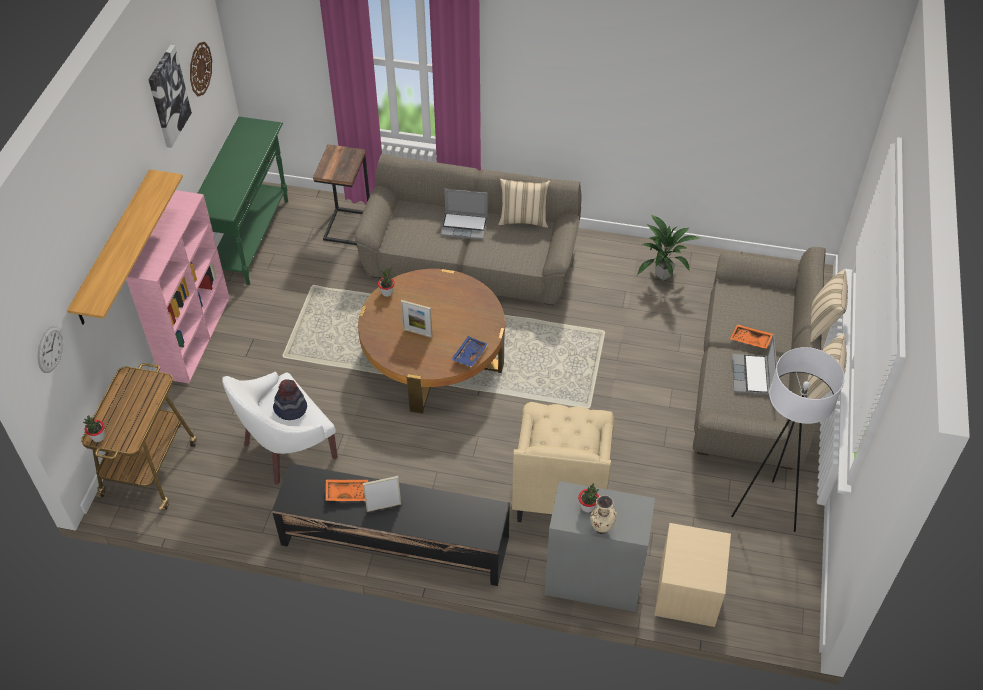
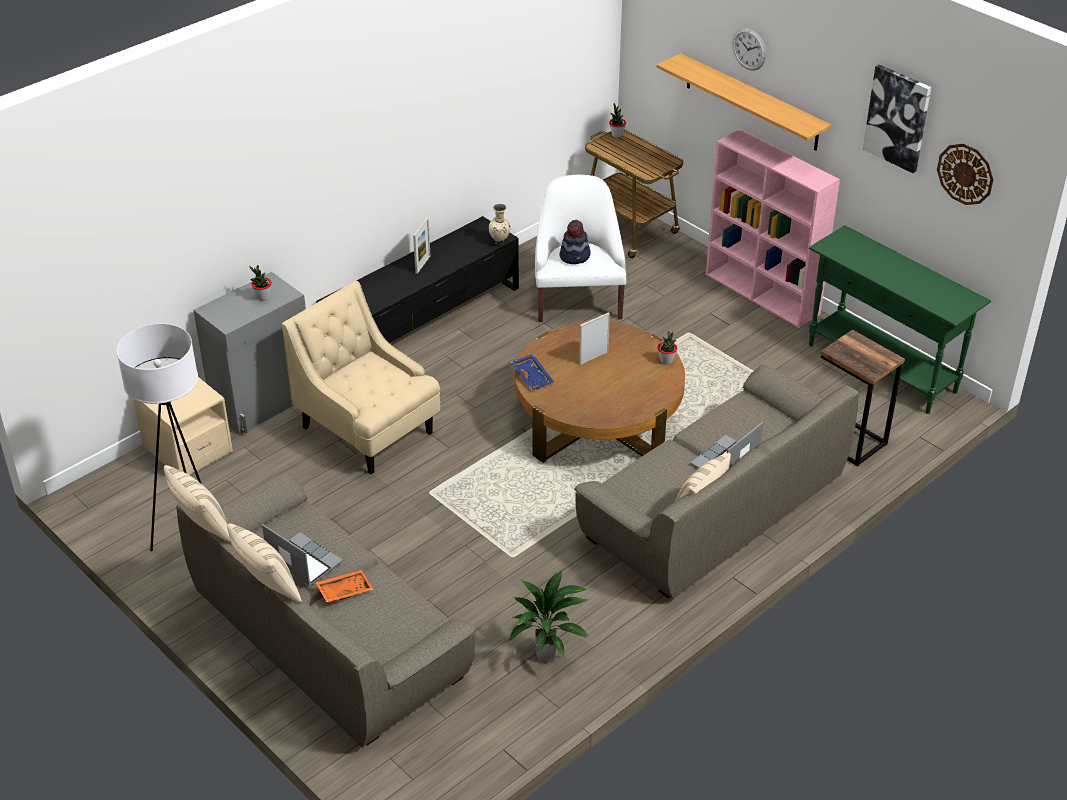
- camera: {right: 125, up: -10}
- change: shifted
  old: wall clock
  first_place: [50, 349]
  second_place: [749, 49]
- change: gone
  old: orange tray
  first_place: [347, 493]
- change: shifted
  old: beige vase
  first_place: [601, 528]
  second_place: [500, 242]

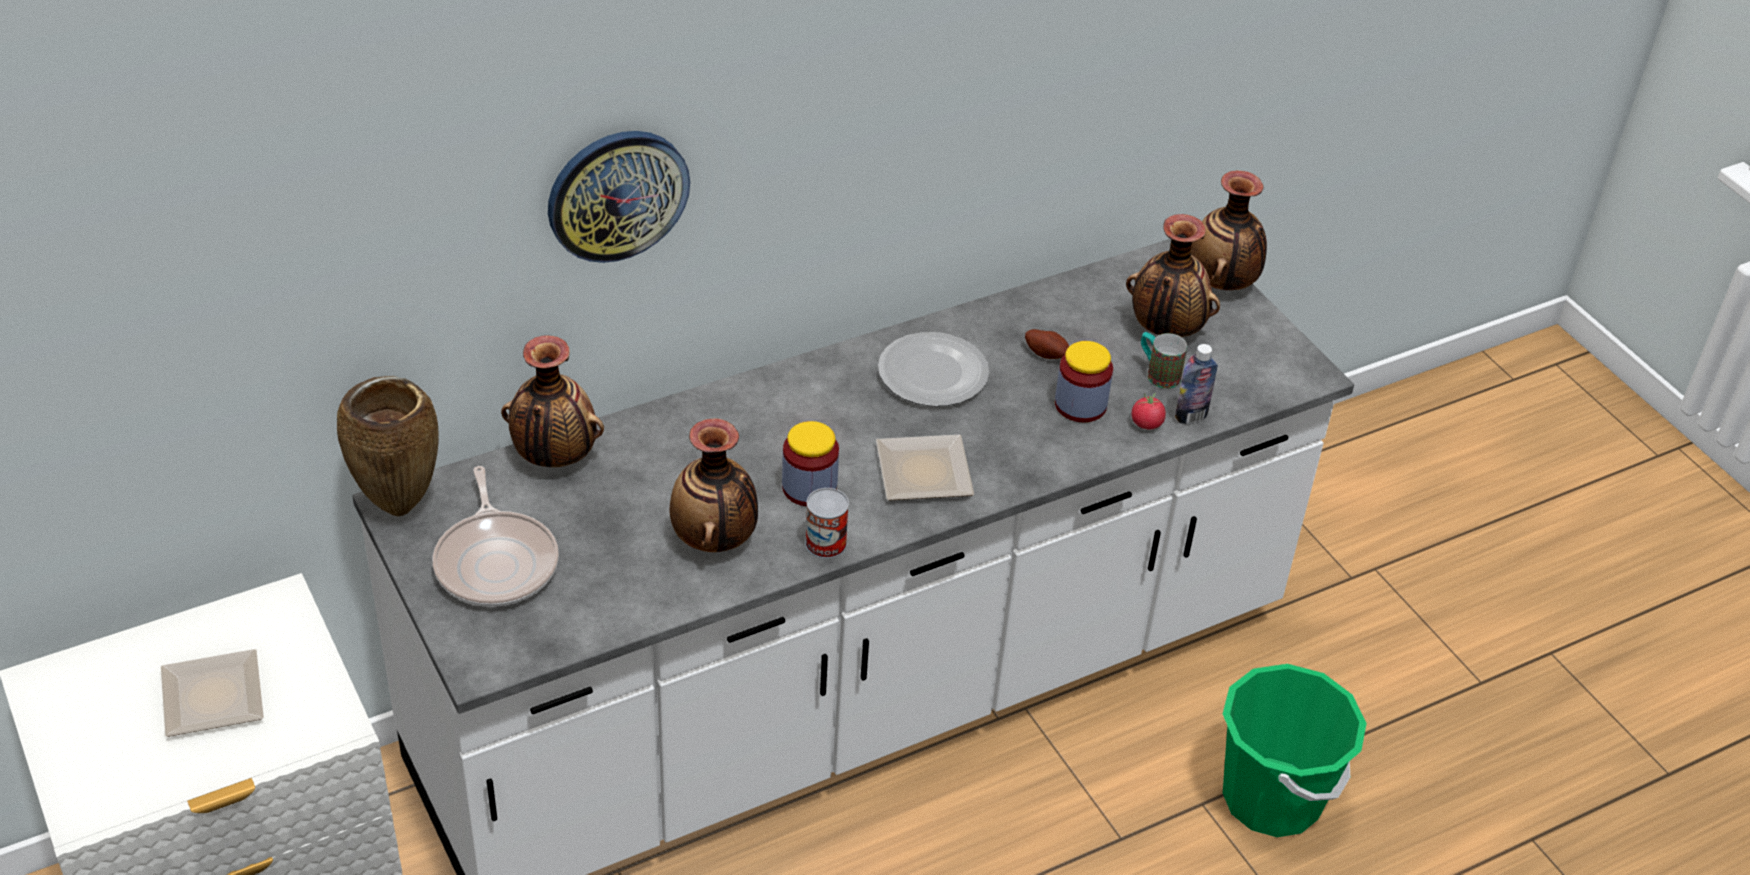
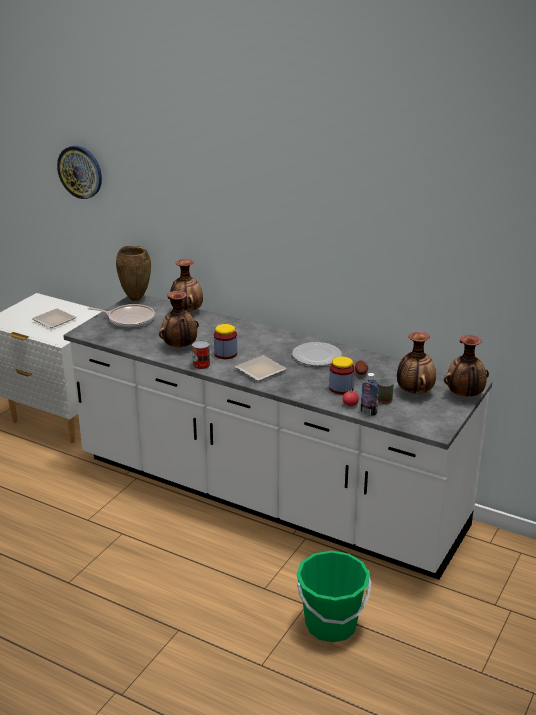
- camera: {right: 60, up: -15}
- change: shifted
  old: wall clock
  first_place: [617, 194]
  second_place: [80, 172]
- change: rotated
  old: frying pan
  first_place: [496, 562]
  second_place: [129, 319]
  degrees: -120

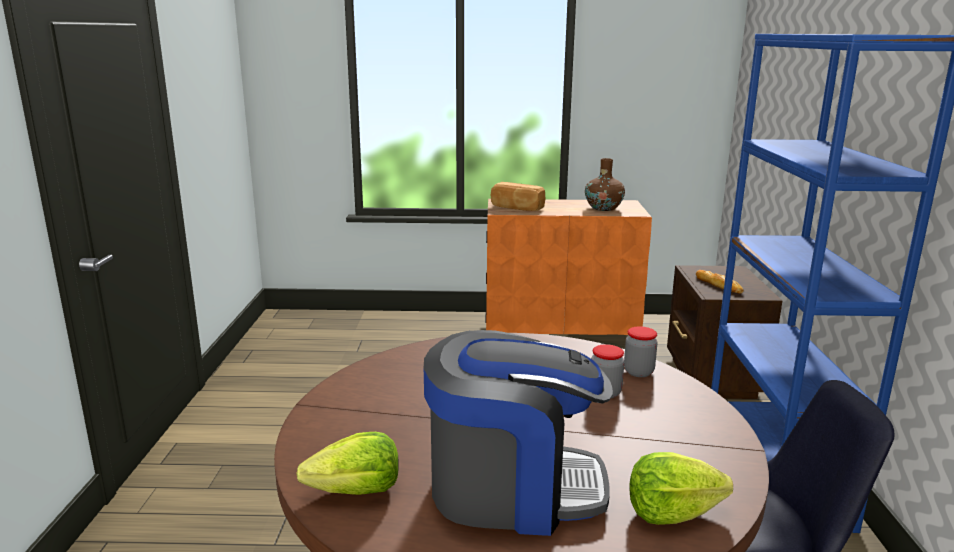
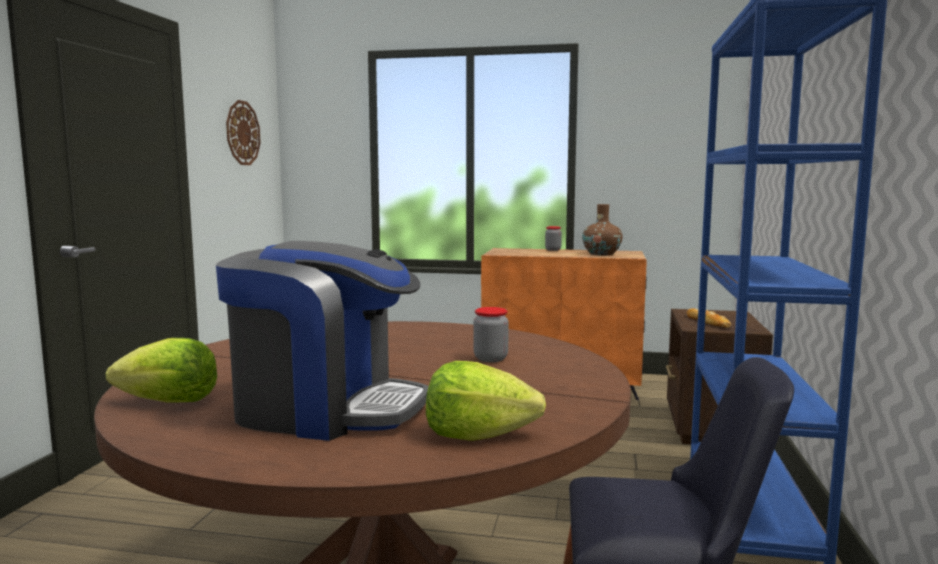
- camera: {right: 10, up: -10}
- change: gone
  old: bread
  first_place: [517, 208]
- change: shifted
  old: jar
  first_place: [638, 372]
  second_place: [553, 250]
- change: new
  new: wall clock
  second_place: [242, 133]

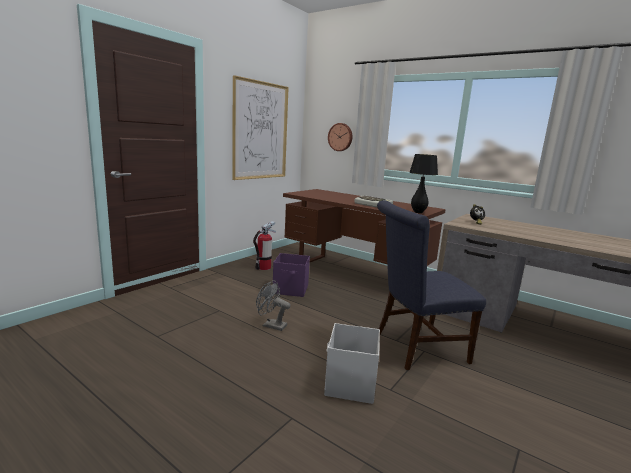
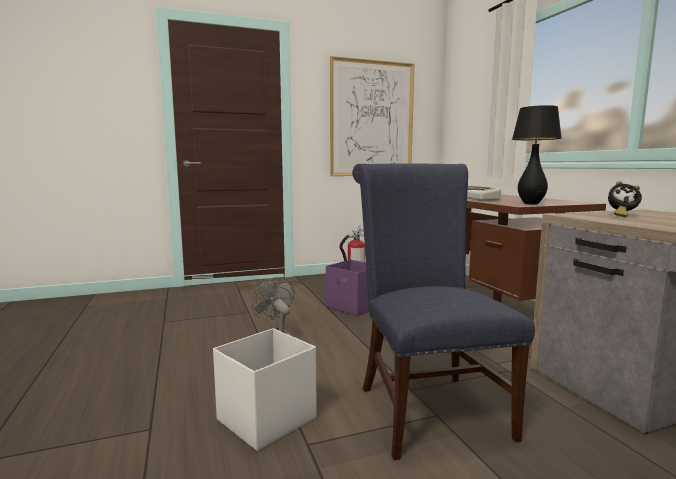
- camera: {right: 35, up: -5}
- change: gone
  old: wall clock
  first_place: [340, 137]
- change: rotated
  old: blue chair
  first_place: [415, 347]
  second_place: [427, 407]
  degrees: 60

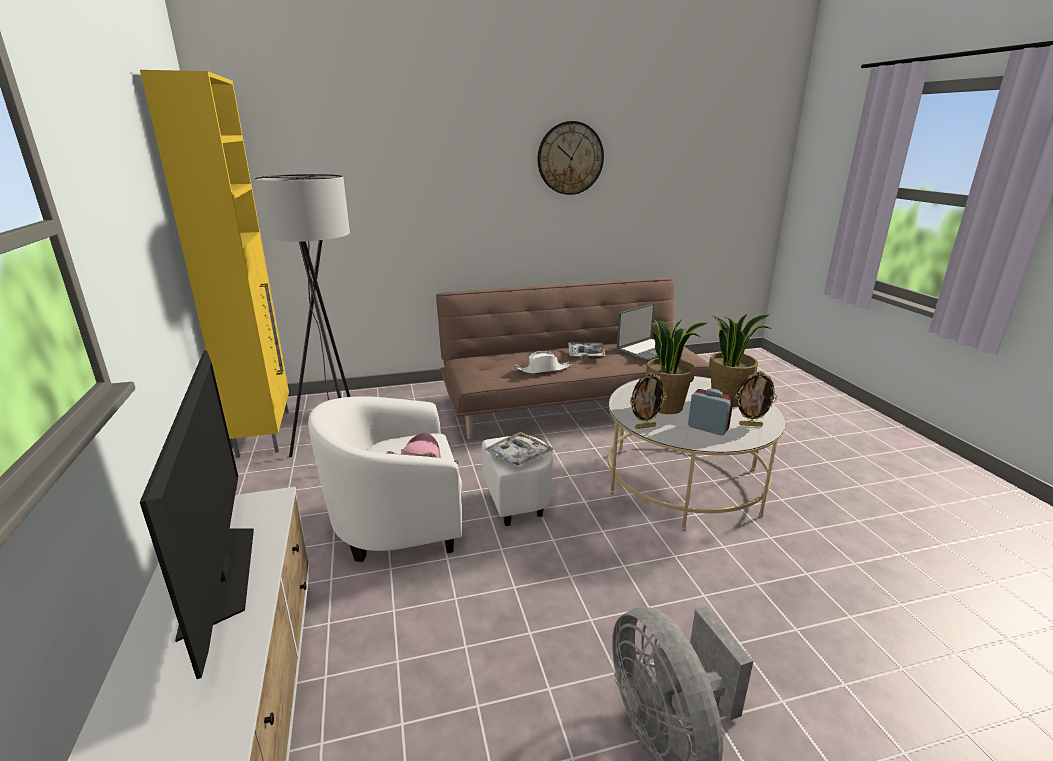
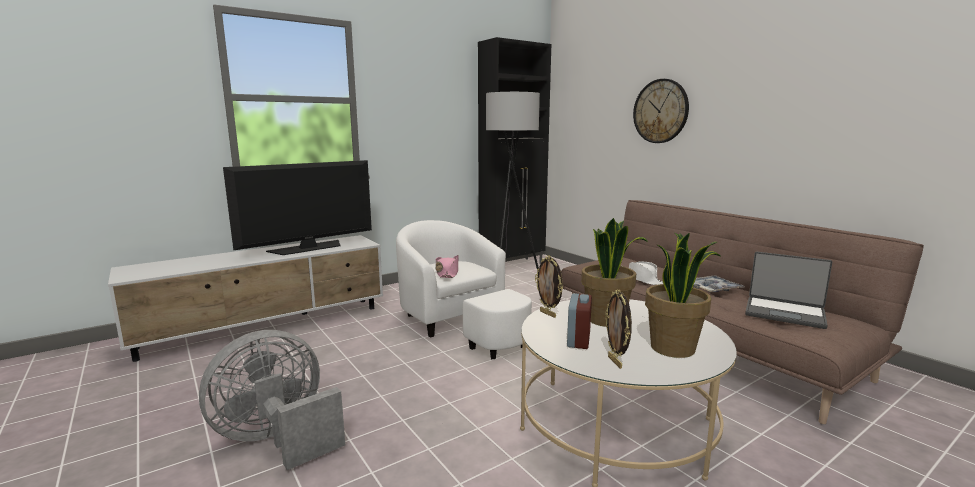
- camera: {right: 70, up: -10}
- change: repainted
  old: yellow cabinet
  new: black cabinet
  first_place: [265, 432]
  second_place: [513, 265]
- change: shifted
  old: wall clock
  first_place: [570, 158]
  second_place: [660, 111]
- change: gone
  old: tray
  first_place: [518, 455]

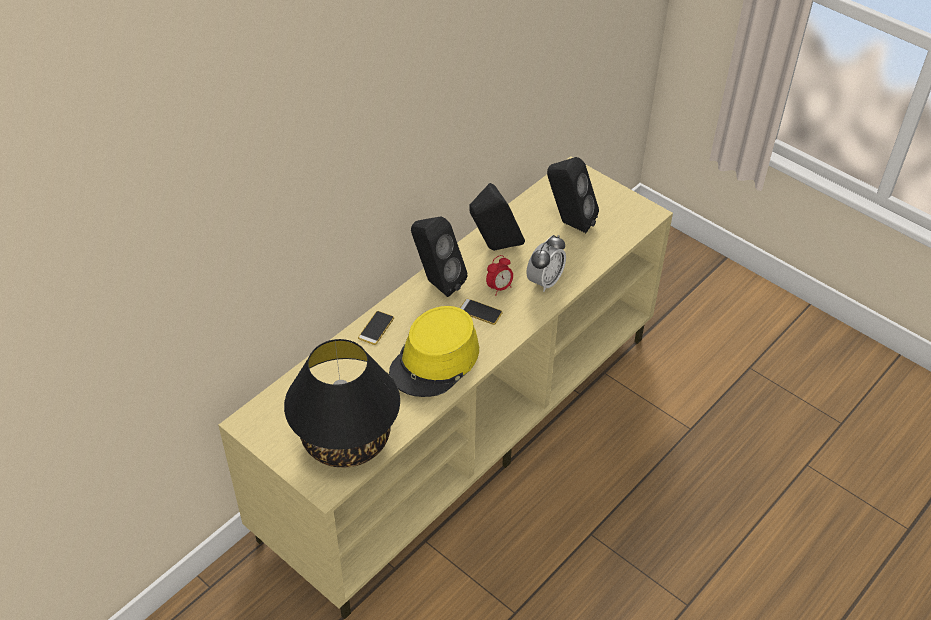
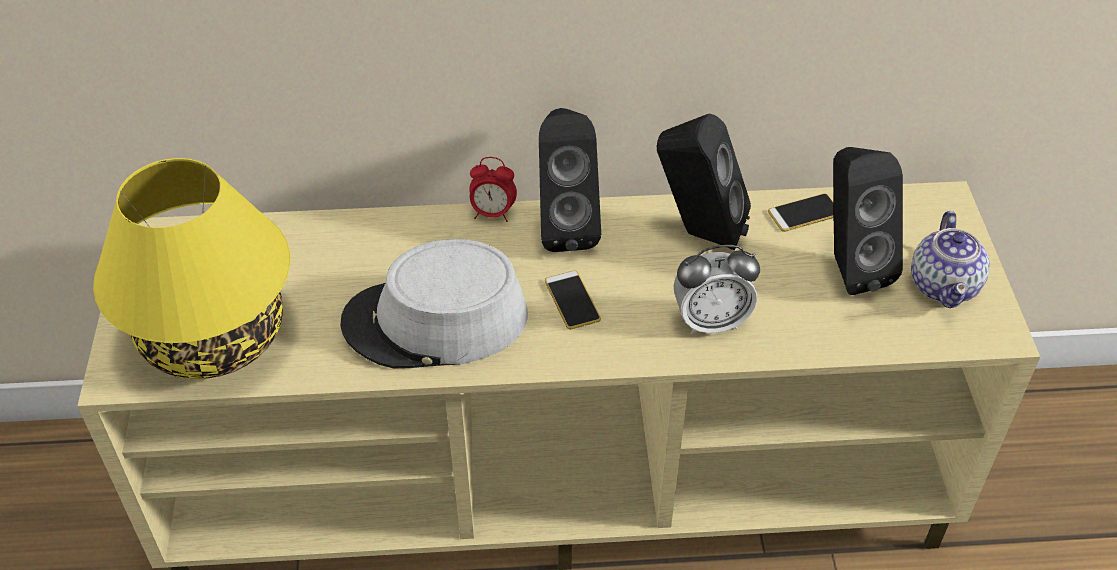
- camera: {right: 45, up: 0}
- change: shifted
  old: alarm clock
  first_place: [499, 288]
  second_place: [493, 213]
- change: repainted
  old: yellow hat
  new: grey hat
  first_place: [435, 361]
  second_place: [435, 321]
- change: shifted
  old: phone
  first_place: [376, 328]
  second_place: [804, 213]
- change: repainted
  old: black table lamp
  new: yellow table lamp
  first_place: [346, 440]
  second_place: [213, 338]
- change: new
  new: teapot
  second_place: [944, 285]

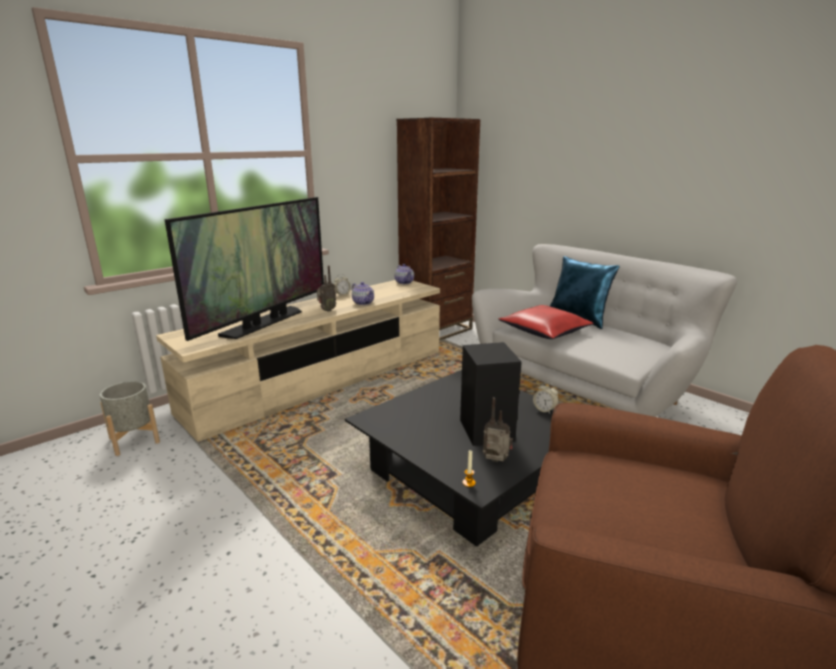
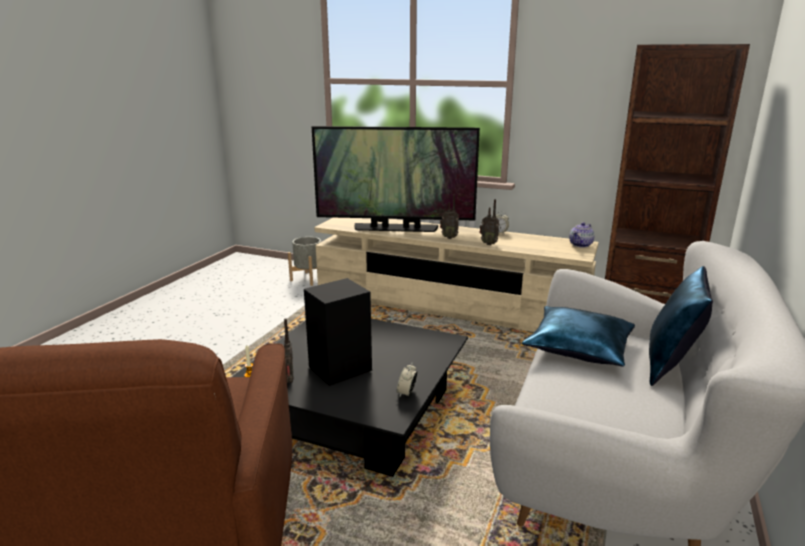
- camera: {right: 65, up: 0}
- change: swapped
  old: teapot
  new: radio
  first_place: [363, 303]
  second_place: [488, 243]
- change: repainted
  old: red pillow
  new: blue pillow
  first_place: [545, 331]
  second_place: [578, 347]

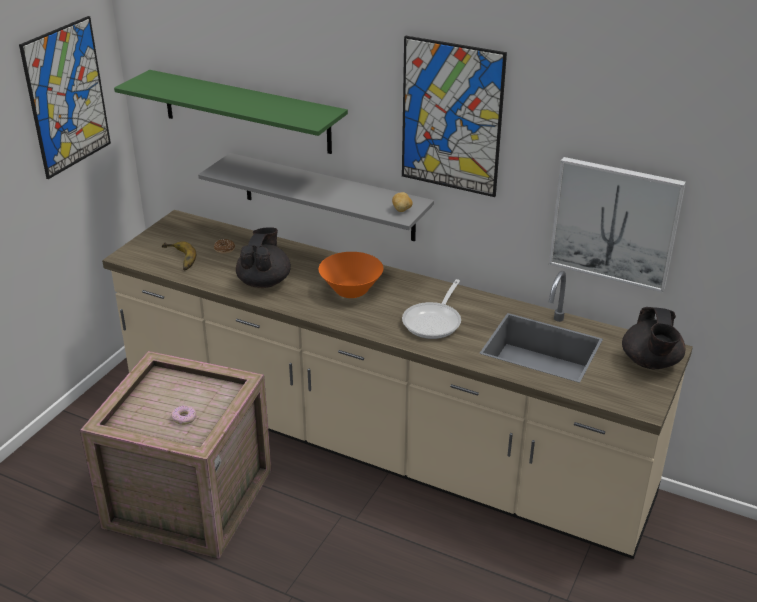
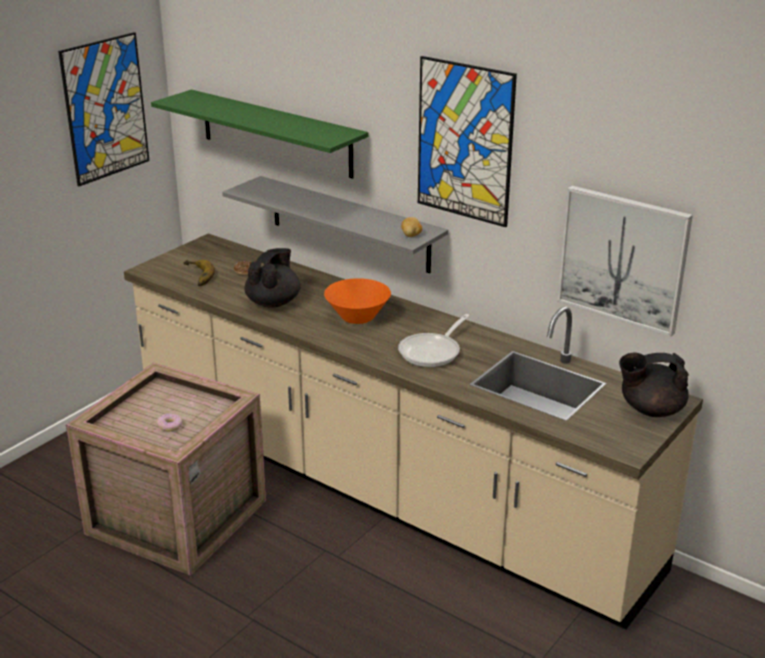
- camera: {right: 10, up: -5}
- change: rotated
  old: black teapot
  first_place: [650, 362]
  second_place: [650, 409]
  degrees: 75

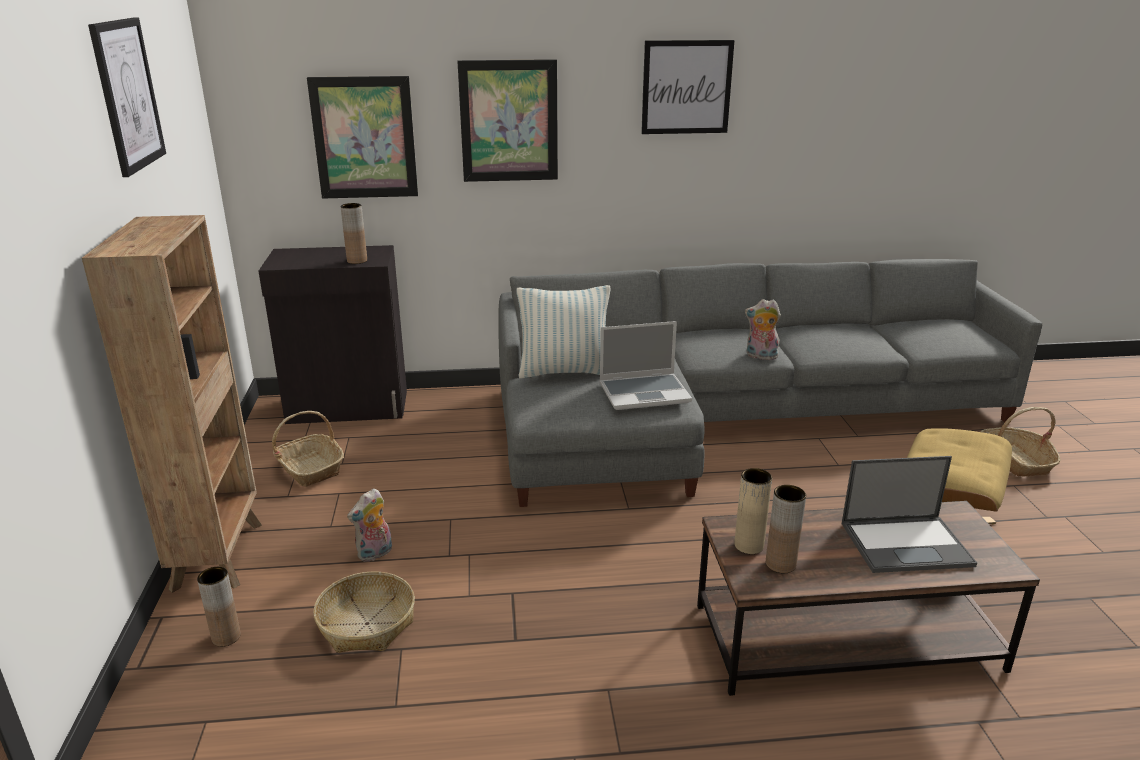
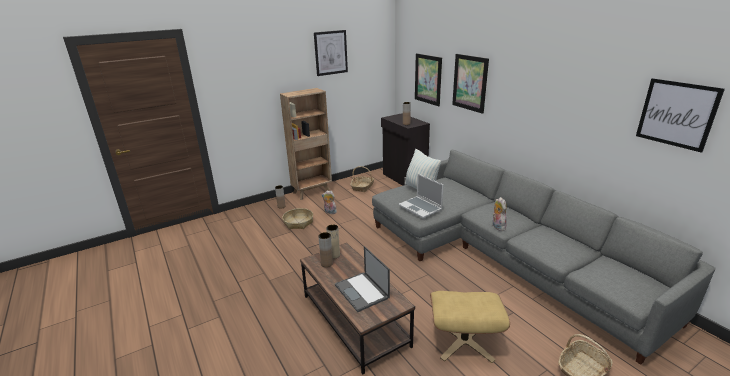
- camera: {right: 65, up: 0}
- change: shifted
  old: picture
  first_place: [686, 87]
  second_place: [676, 114]

